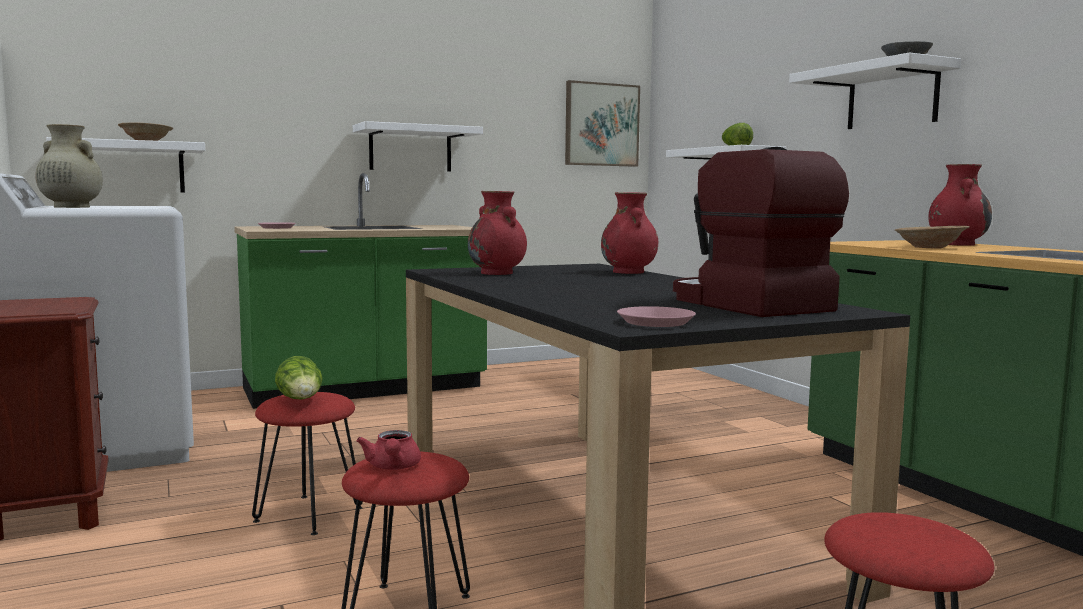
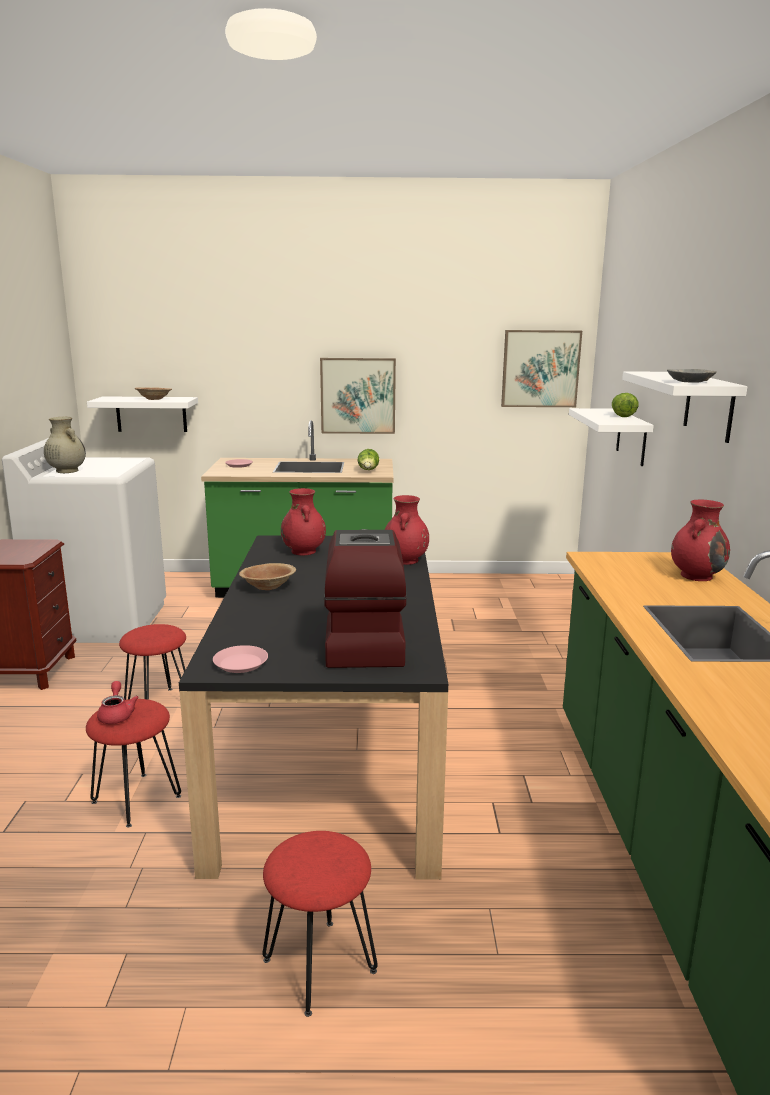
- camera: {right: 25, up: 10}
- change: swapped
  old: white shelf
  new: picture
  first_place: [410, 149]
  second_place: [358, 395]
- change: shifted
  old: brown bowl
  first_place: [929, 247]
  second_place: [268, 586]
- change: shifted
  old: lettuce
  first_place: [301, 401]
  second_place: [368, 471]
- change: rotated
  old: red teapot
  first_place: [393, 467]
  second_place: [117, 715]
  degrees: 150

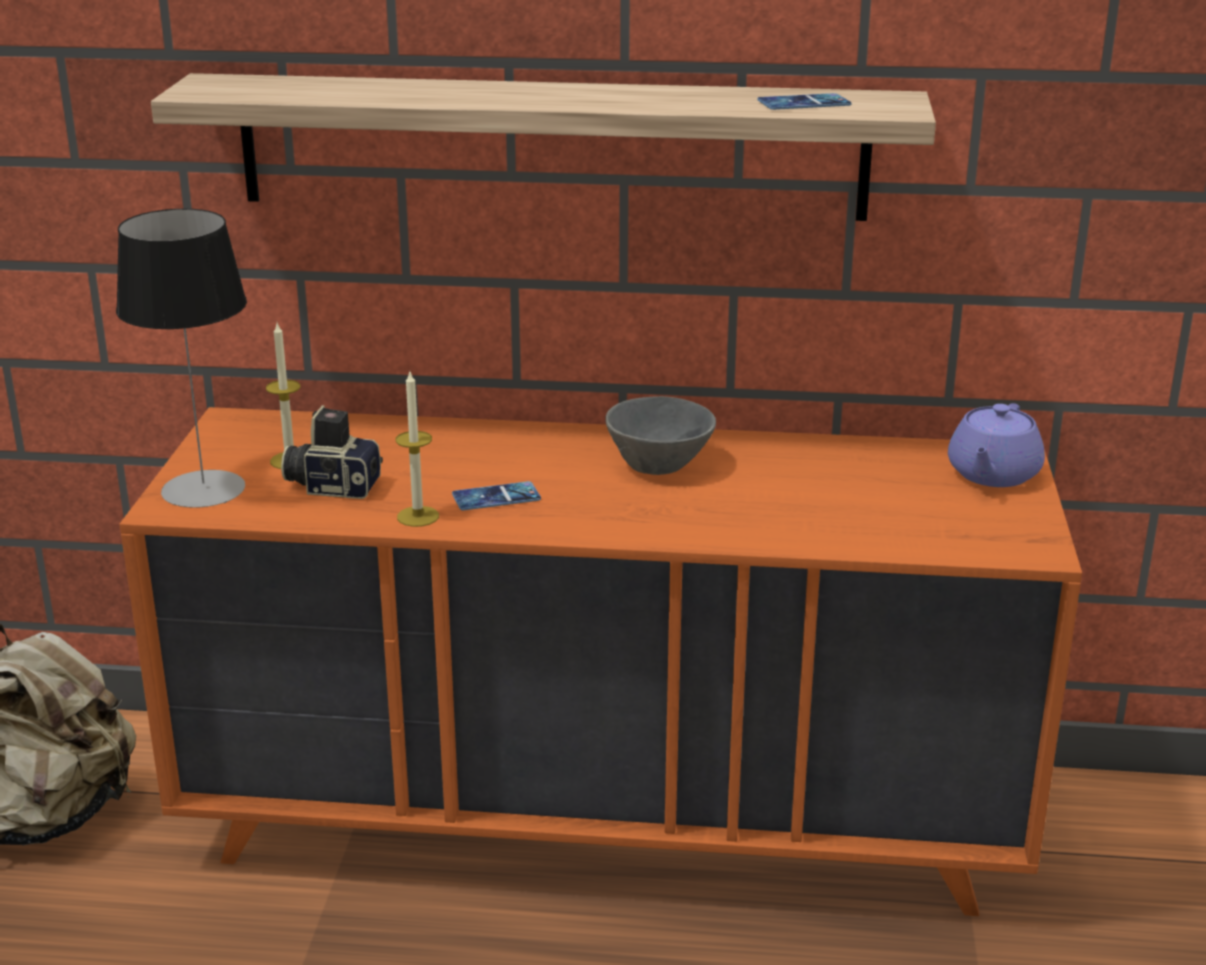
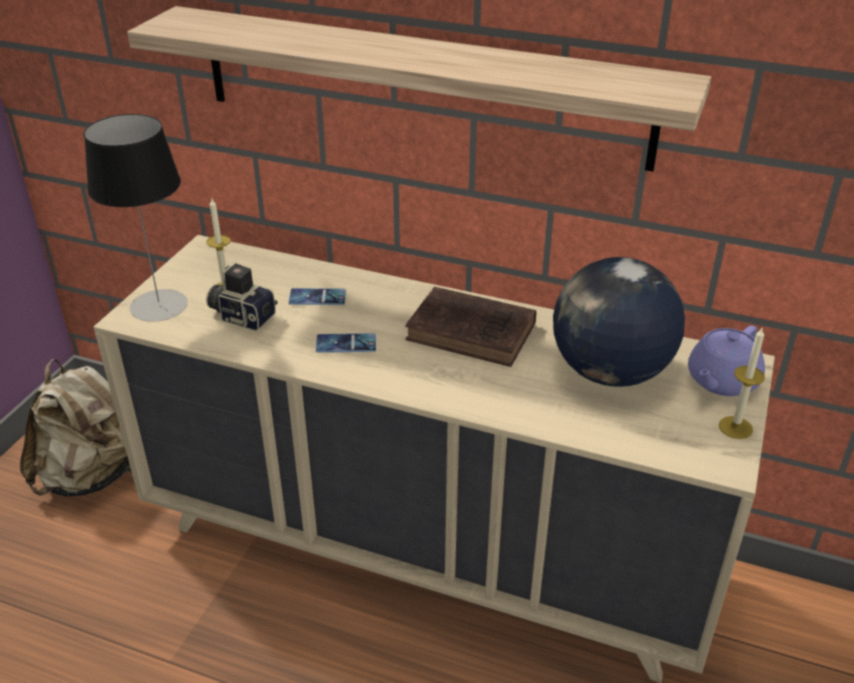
- camera: {right: 15, up: 10}
- change: shifted
  old: phone
  first_place: [804, 103]
  second_place: [317, 297]
- change: shifted
  old: candle
  first_place: [418, 516]
  second_place: [735, 427]
- change: swapped
  old: grey bowl
  new: brown book
  first_place: [661, 466]
  second_place: [474, 333]
- change: repainted
  old: orange dresser
  new: beige dresser
  first_place: [605, 821]
  second_place: [428, 548]
- change: new
  new: globe
  second_place: [610, 373]

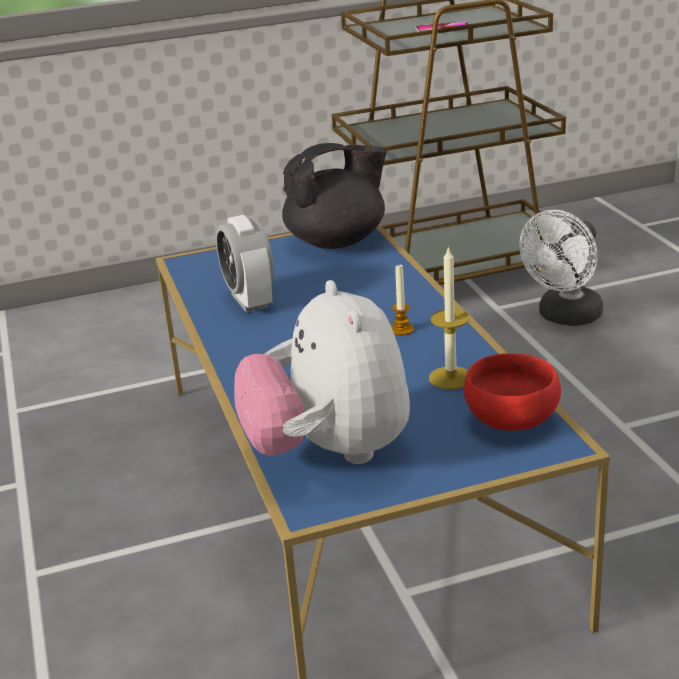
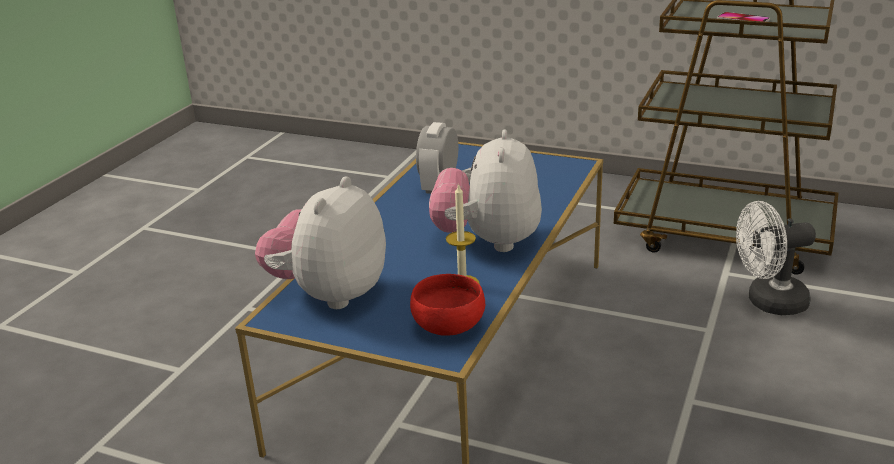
- camera: {right: 40, up: 0}
- change: gone
  old: black teapot
  first_place: [337, 241]
- change: swapped
  old: candle
  new: plush toy
  first_place: [401, 330]
  second_place: [488, 241]

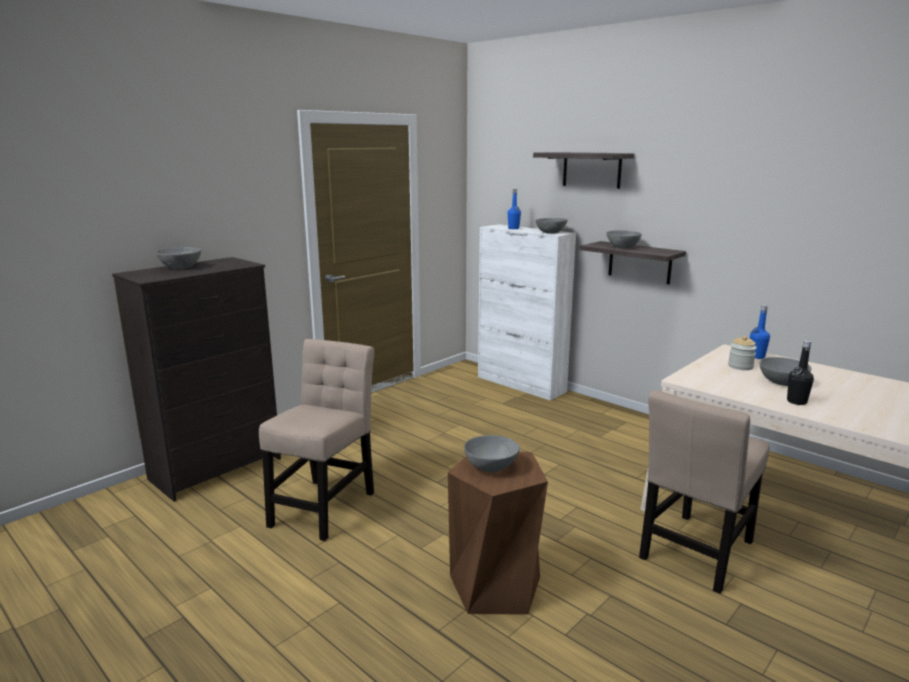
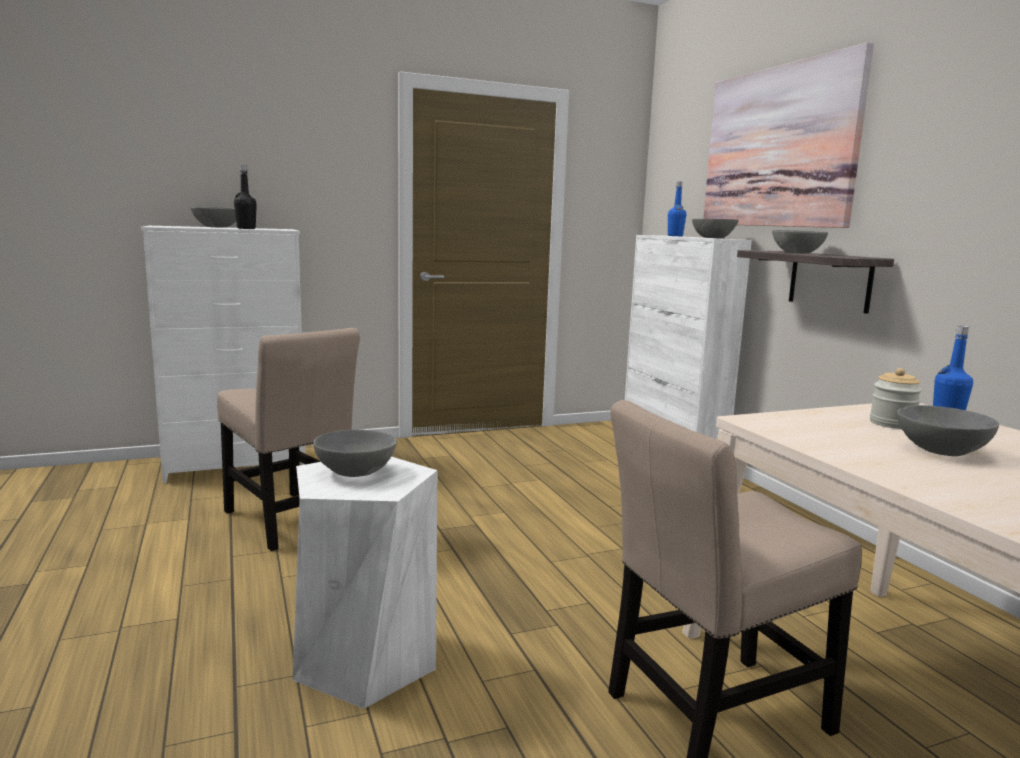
- camera: {right: 25, up: -5}
- change: swapped
  old: shelf
  new: picture
  first_place: [591, 170]
  second_place: [778, 147]
- change: repainted
  old: black dresser
  new: white dresser
  first_place: [217, 469]
  second_place: [237, 465]
- change: rotated
  old: beige chair
  first_place: [325, 505]
  second_place: [290, 521]
  degrees: 90
- change: shifted
  old: black bottle
  first_place: [796, 401]
  second_place: [246, 228]
- change: repainted
  old: brown stool
  new: white stool
  first_place: [495, 586]
  second_place: [365, 661]

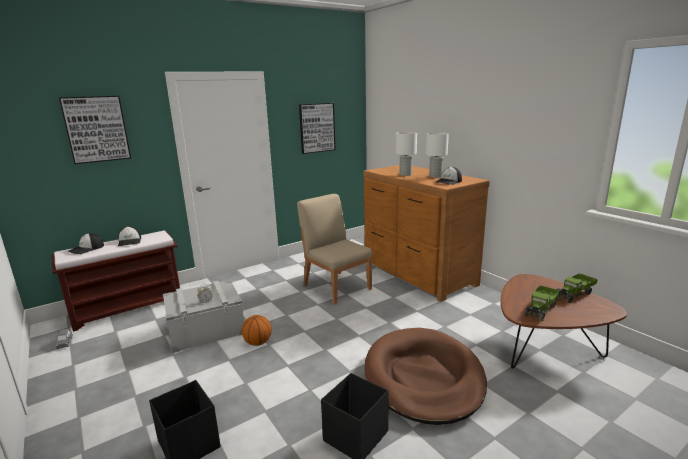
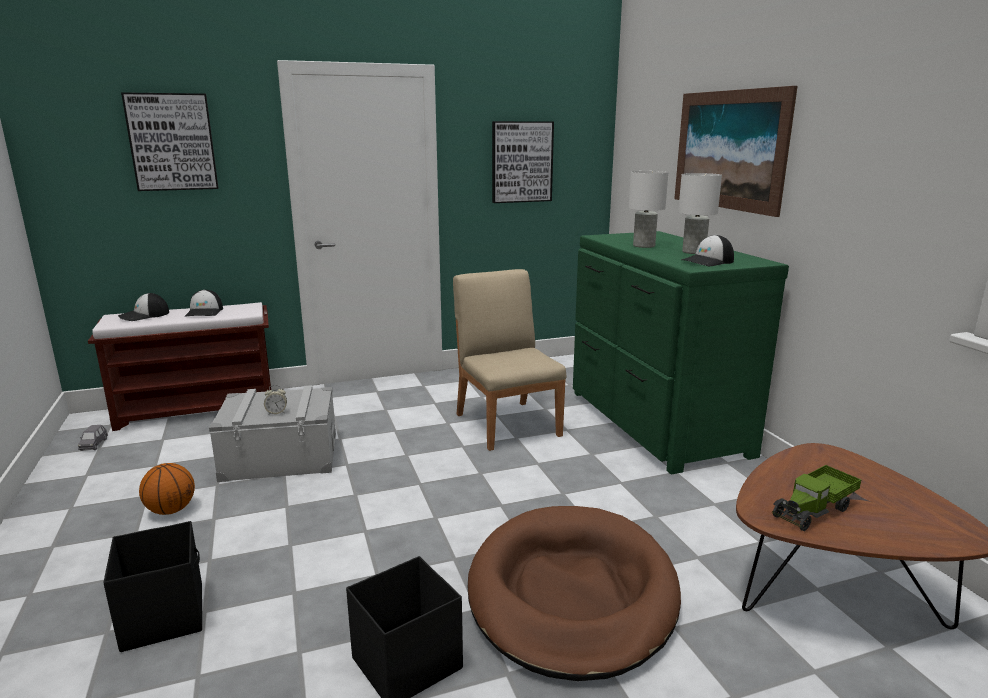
- camera: {right: 15, up: 0}
- change: repainted
  old: brown dresser
  new: green dresser
  first_place: [417, 274]
  second_place: [654, 423]
- change: gone
  old: toy truck
  first_place: [574, 294]
- change: shifted
  old: basketball
  first_place: [258, 343]
  second_place: [171, 510]
- change: new
  new: picture
  second_place: [728, 150]

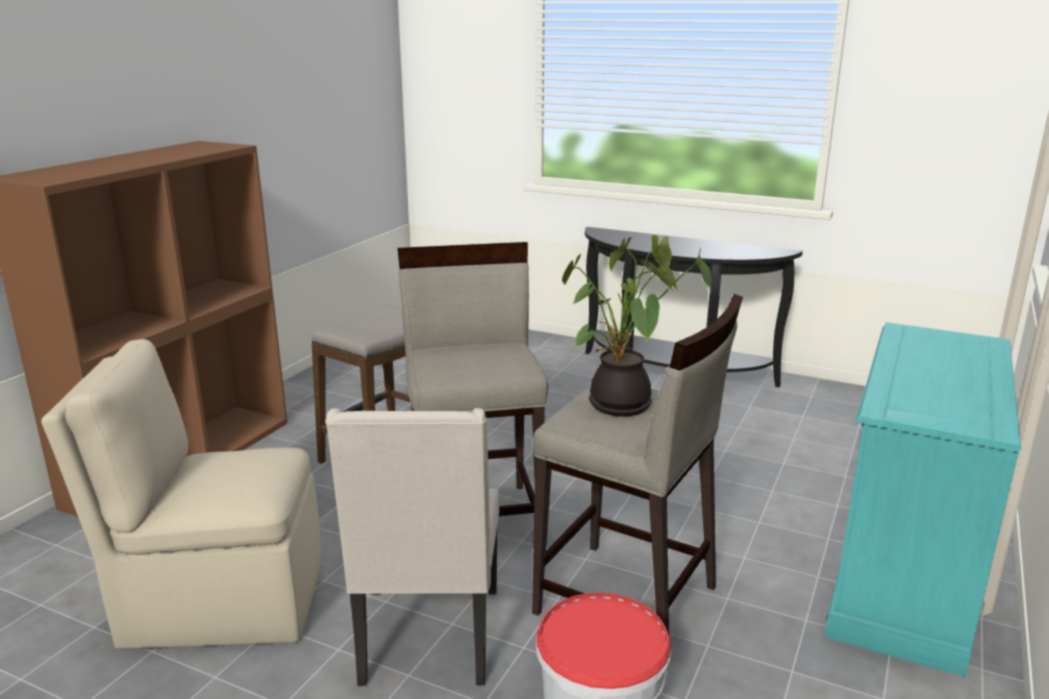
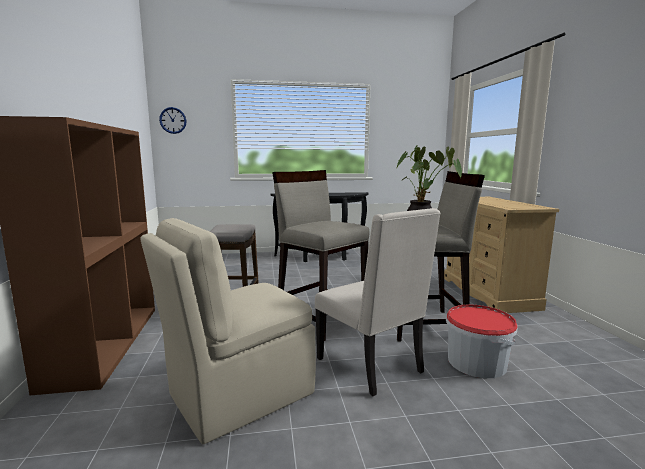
- camera: {right: -35, up: -10}
- change: repainted
  old: turquoise dresser
  new: beige dresser
  first_place: [901, 580]
  second_place: [488, 292]
- change: new
  new: wall clock
  second_place: [173, 120]

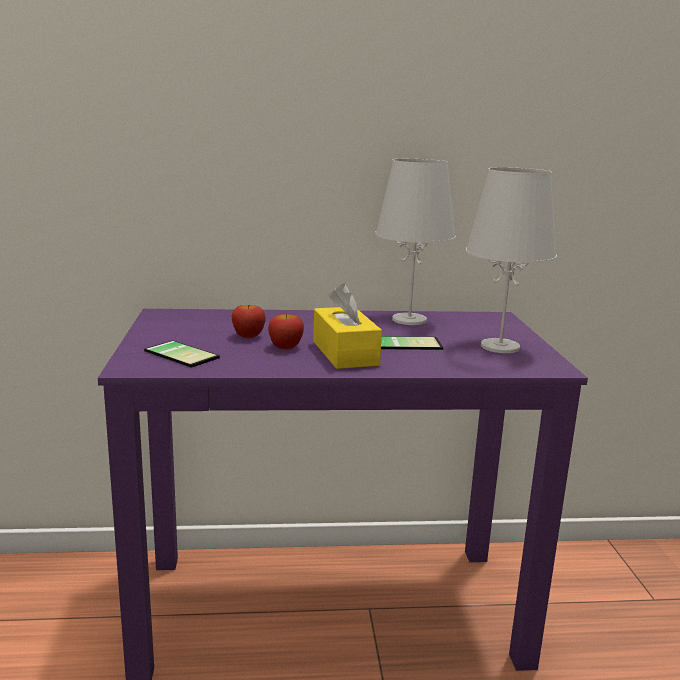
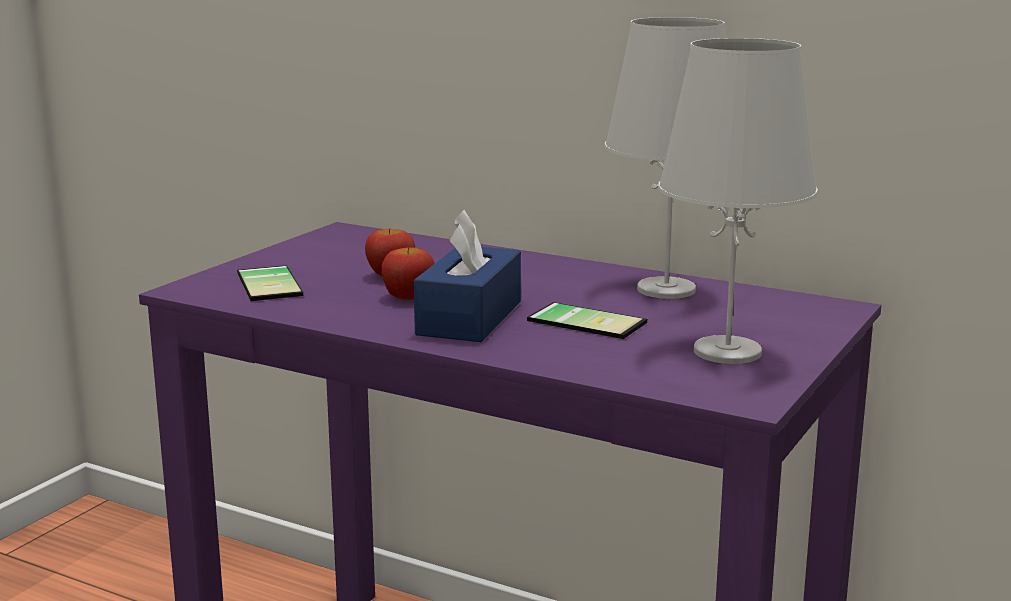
- camera: {right: 35, up: 0}
- change: repainted
  old: yellow tissue box
  new: blue tissue box
  first_place: [345, 353]
  second_place: [469, 318]

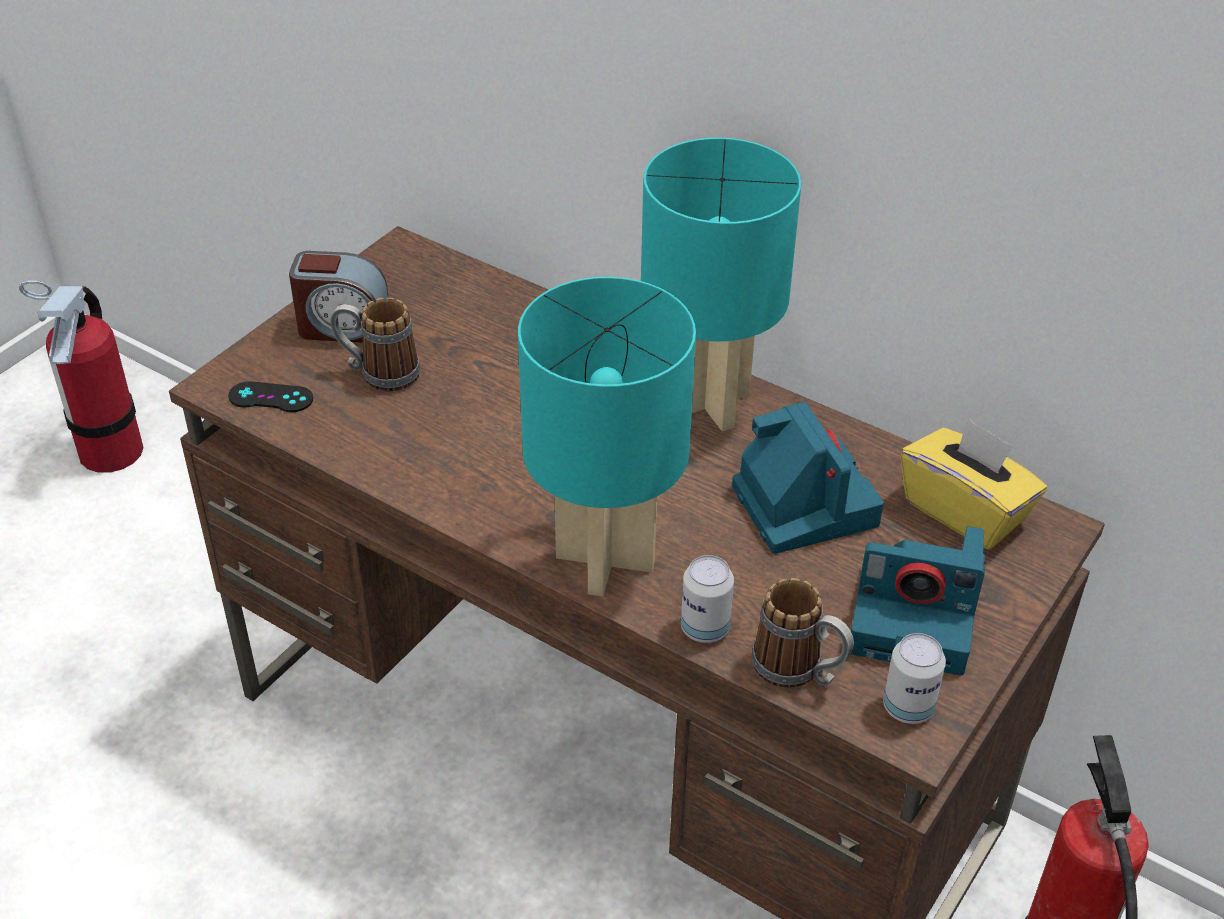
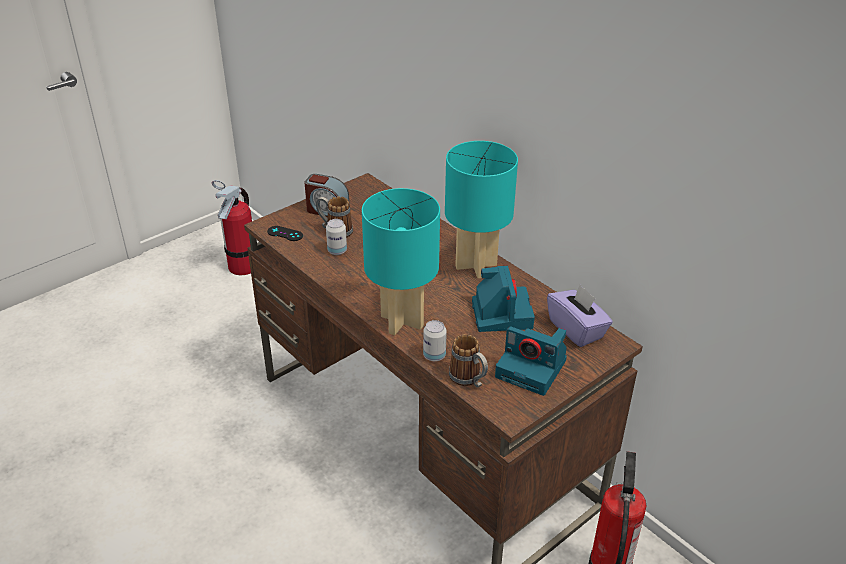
- camera: {right: 15, up: -5}
- change: repainted
  old: yellow tissue box
  new: purple tissue box
  first_place: [965, 511]
  second_place: [576, 329]
- change: shifted
  old: can
  first_place: [908, 708]
  second_place: [337, 251]

